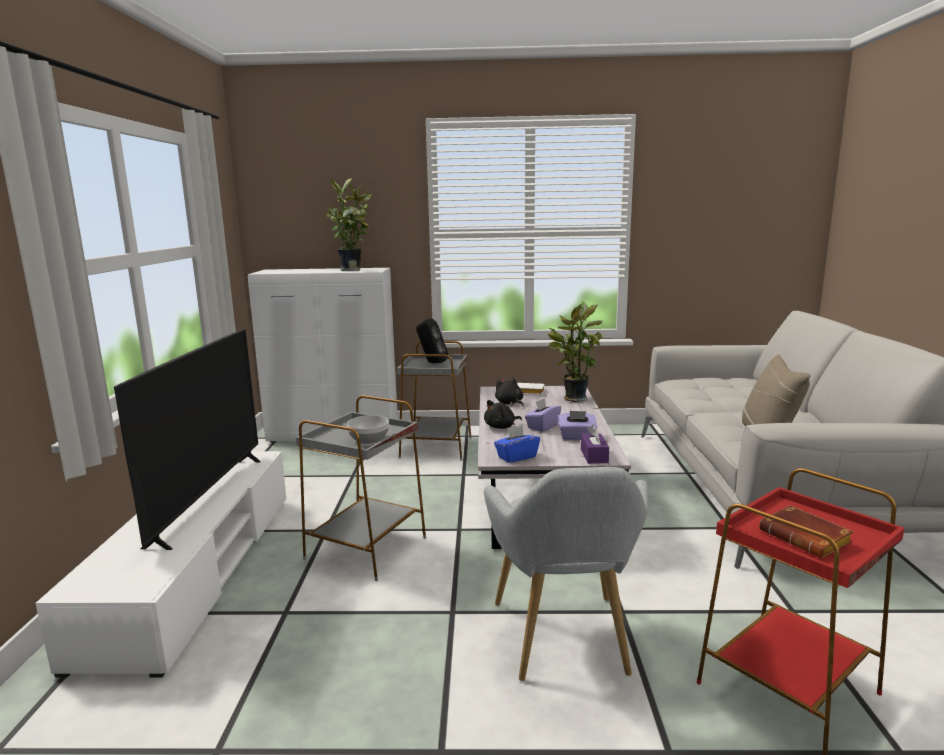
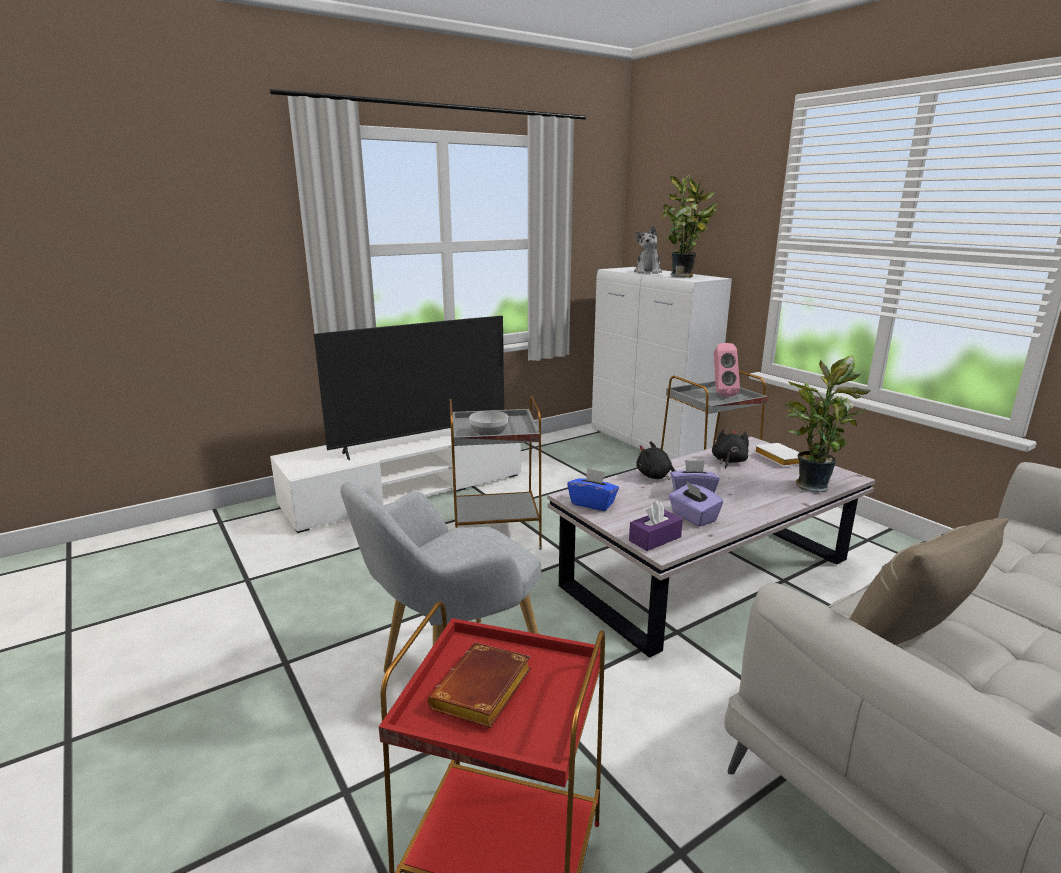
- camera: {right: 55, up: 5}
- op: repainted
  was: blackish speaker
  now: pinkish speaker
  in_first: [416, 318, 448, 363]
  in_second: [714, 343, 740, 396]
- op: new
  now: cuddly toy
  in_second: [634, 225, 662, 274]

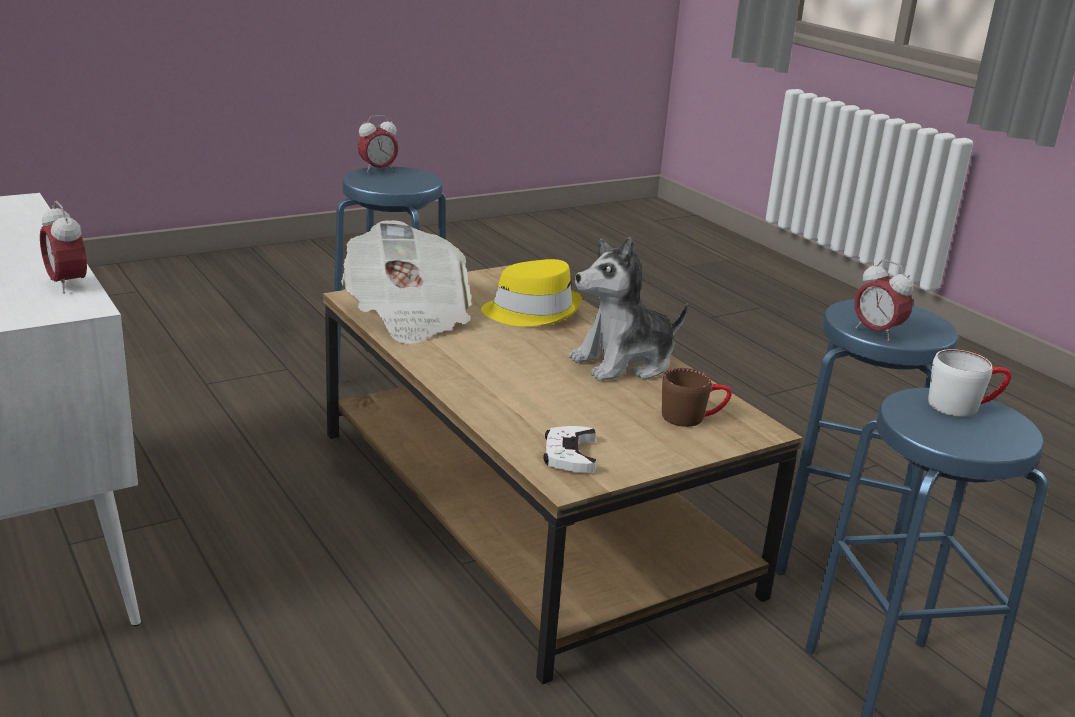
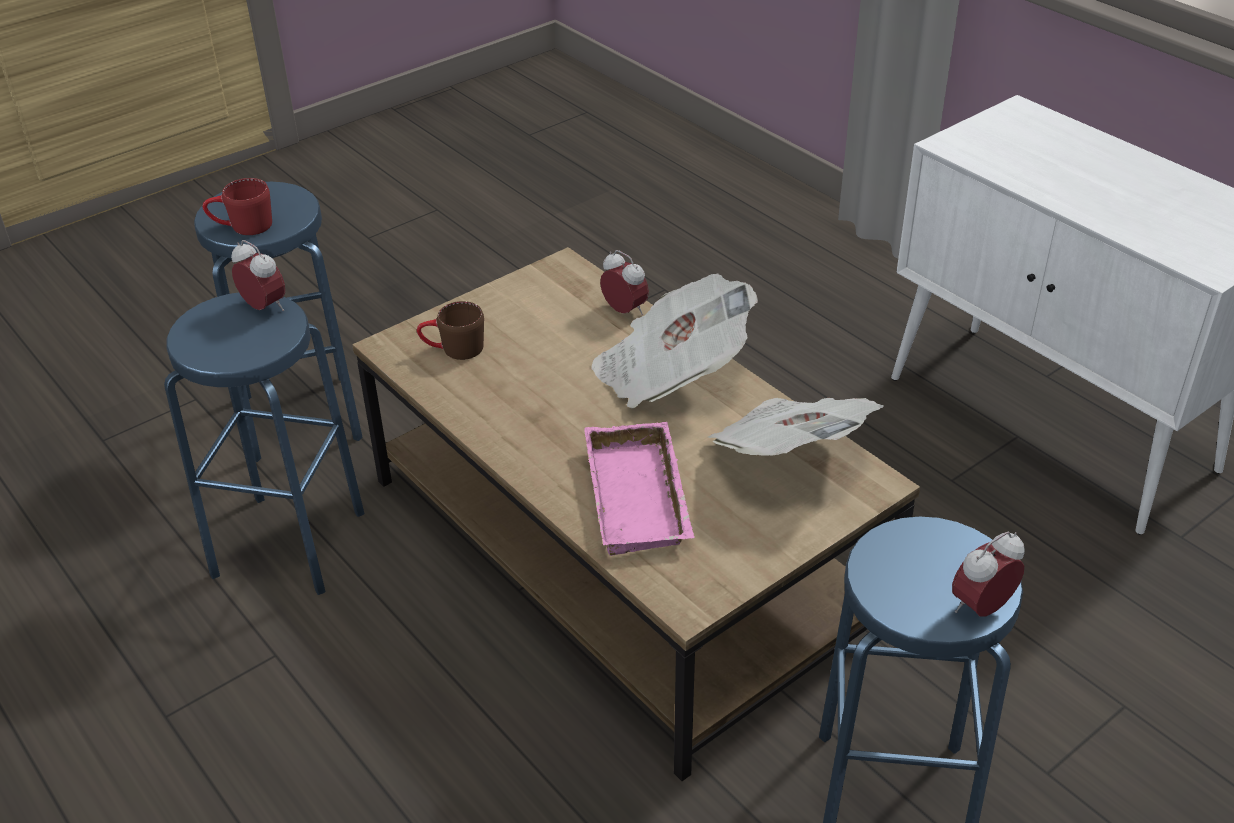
- camera: {right: 175, up: 15}
- op: shifted
  was: bedside clock
  in_first: [40, 201, 87, 294]
  in_second: [600, 250, 649, 315]
- op: swapped
  was: yellow-coloured hat
  now: pinkish tray
  in_first: [481, 259, 582, 326]
  in_second: [584, 422, 694, 556]
- op: gone
  was: whitish game controller
  in_first: [543, 426, 596, 473]
- op: gone
  was: cuddly toy
  in_first: [569, 237, 688, 381]
- op: repainted
  was: whitish tea mug
  now: red-coloured tea mug
  in_first: [928, 349, 1011, 417]
  in_second: [203, 178, 272, 235]
- op: new
  now: daily paper
  in_second: [591, 273, 758, 409]

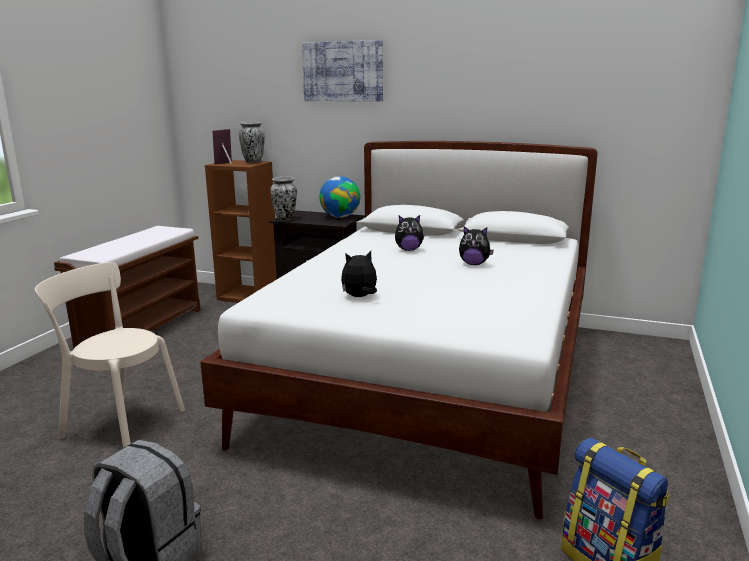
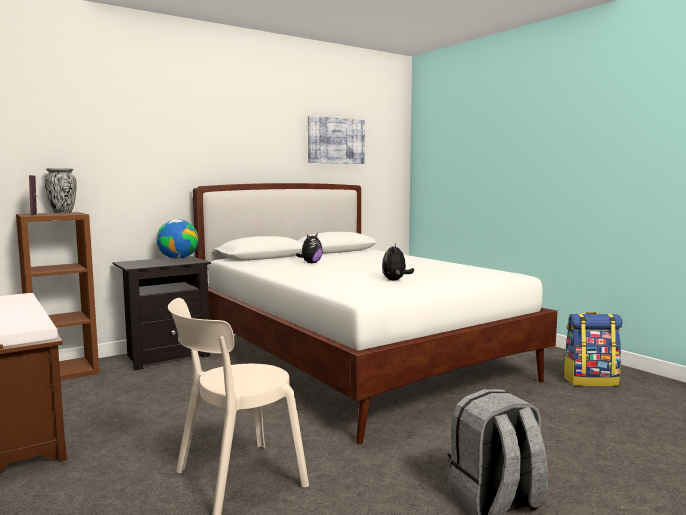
- camera: {right: -55, up: -10}
- op: gone
  was: vase
  in_first: [270, 177, 297, 221]
- op: shifted
  was: wall picture
  in_first: [302, 40, 383, 102]
  in_second: [308, 116, 365, 164]
- op: gone
  was: cuddly toy
  in_first: [459, 226, 494, 265]

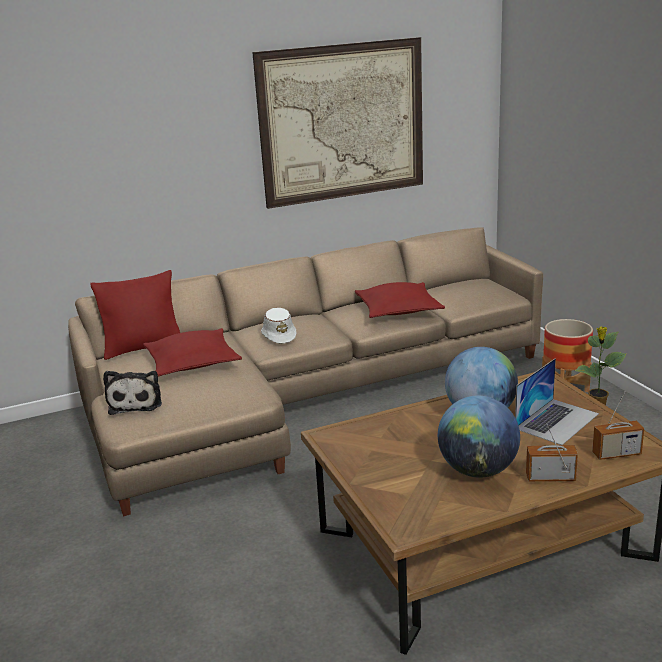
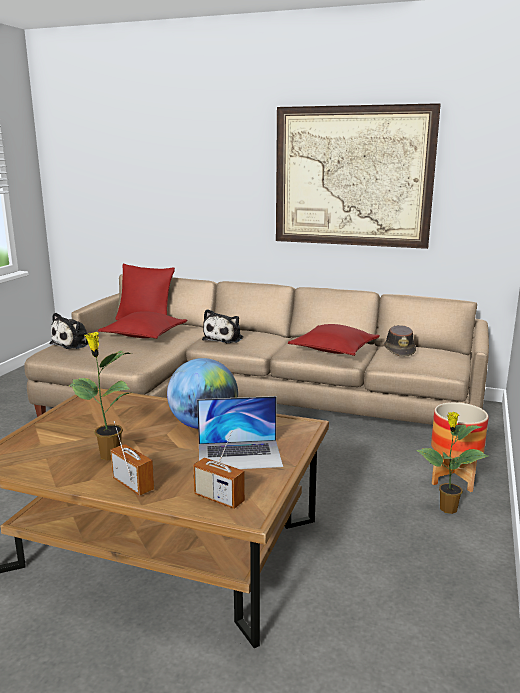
- camera: {right: 40, up: -5}
- op: swapped
  was: whitish hat
  now: cuddly toy
  in_first: [261, 308, 297, 344]
  in_second: [202, 309, 243, 343]
- op: swapped
  was: desk globe
  now: potted plant
  in_first: [438, 396, 520, 478]
  in_second: [69, 332, 133, 460]
- op: new
  now: brown hat
  in_second: [384, 325, 416, 357]

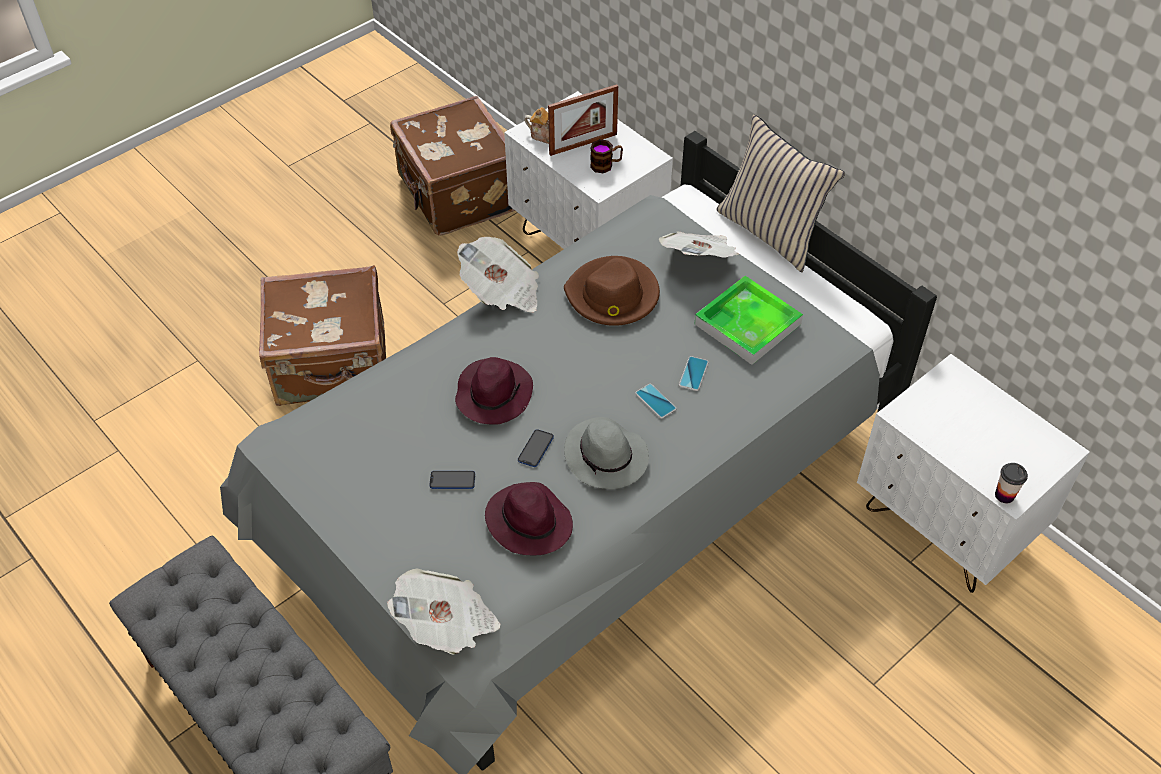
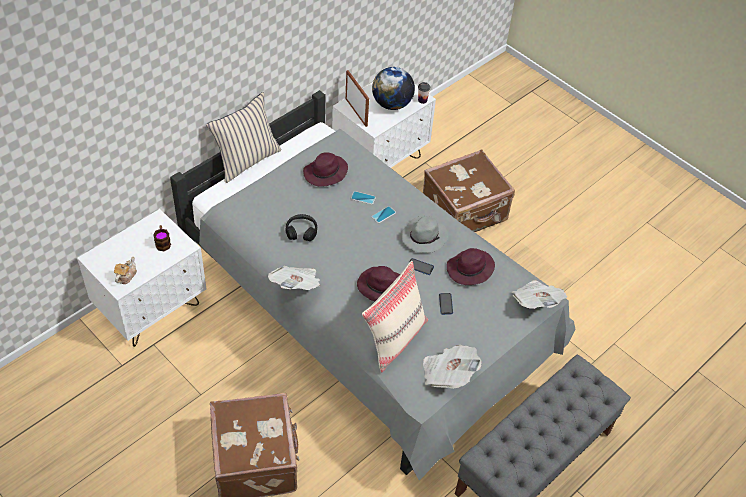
- camera: {right: -95, up: 0}
- op: shifted
  was: brown piece of luggage
  in_first: [390, 96, 515, 236]
  in_second: [423, 149, 515, 232]
- op: shifted
  was: picture frame
  in_first: [548, 84, 618, 156]
  in_second: [345, 70, 369, 127]
- op: swapped
  was: brown hat
  now: blackish pair of headphones
  in_first: [564, 256, 660, 326]
  in_second: [285, 214, 317, 241]
- op: shifted
  was: daily paper
  in_first: [659, 231, 739, 258]
  in_second: [423, 345, 482, 389]
- op: swapped
  was: tray
  now: purple hat
  in_first: [695, 276, 803, 365]
  in_second: [303, 153, 348, 187]
- op: new
  now: sand-coloured cushion
  in_second: [362, 261, 428, 372]
- op: new
  now: desk globe
  in_second: [372, 67, 415, 110]

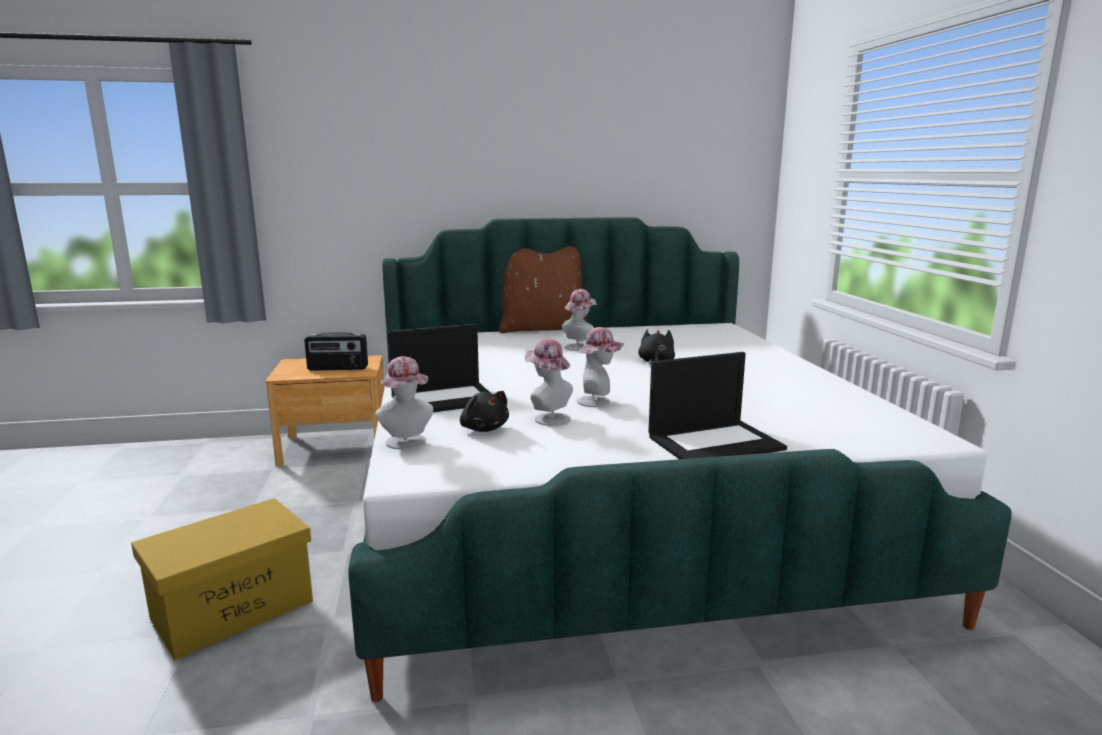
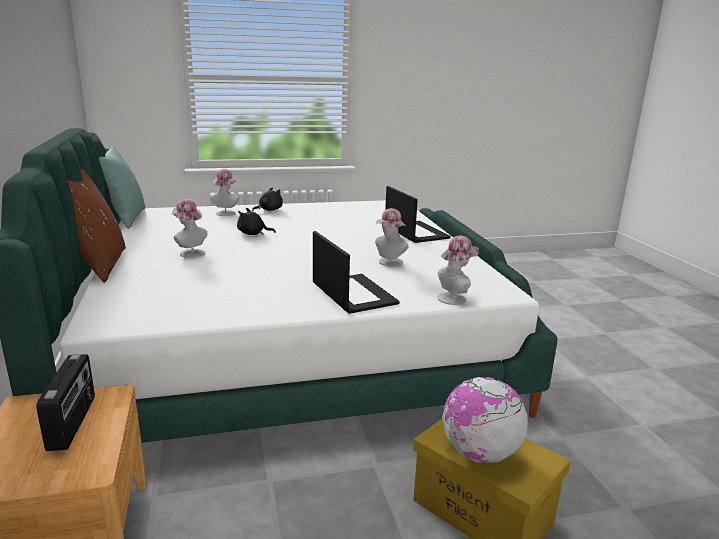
- camera: {right: -95, up: 5}
- op: shifted
  was: blackish cuddly toy
  in_first: [460, 391, 509, 432]
  in_second: [252, 187, 283, 211]
- op: shifted
  was: hat
  in_first: [577, 327, 624, 407]
  in_second: [211, 169, 239, 216]
- op: new
  now: turquoise-coloured cushion
  in_second: [99, 145, 145, 229]
- op: new
  now: desk globe
  in_second: [442, 377, 528, 463]

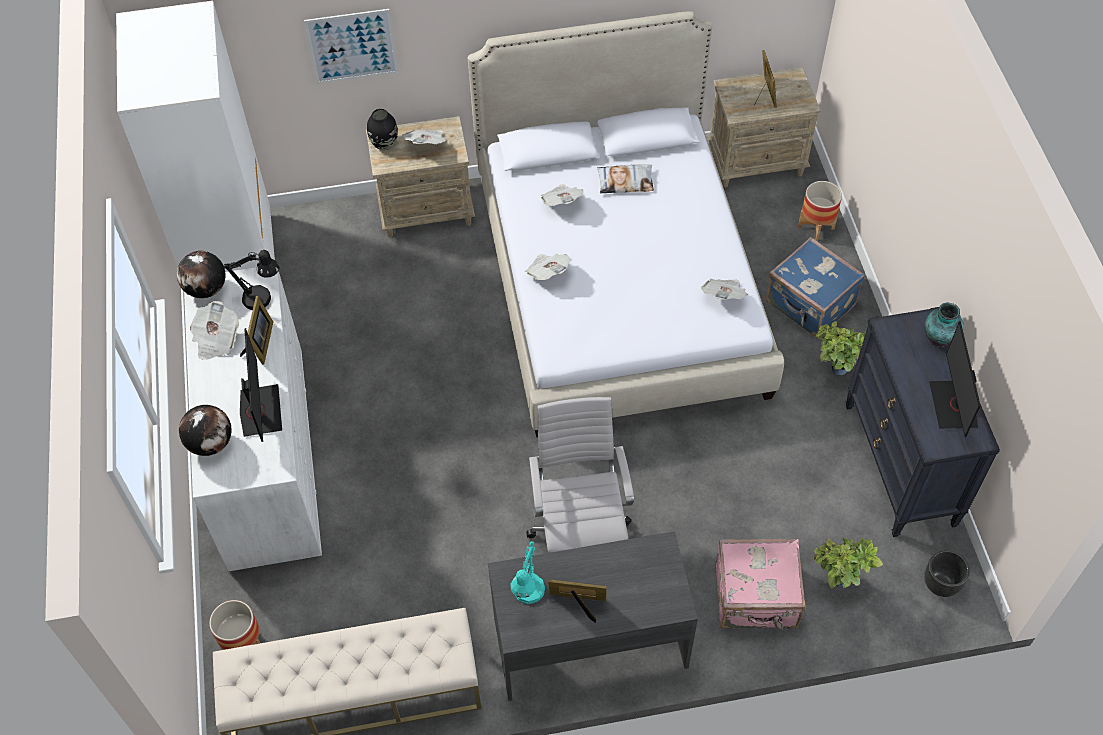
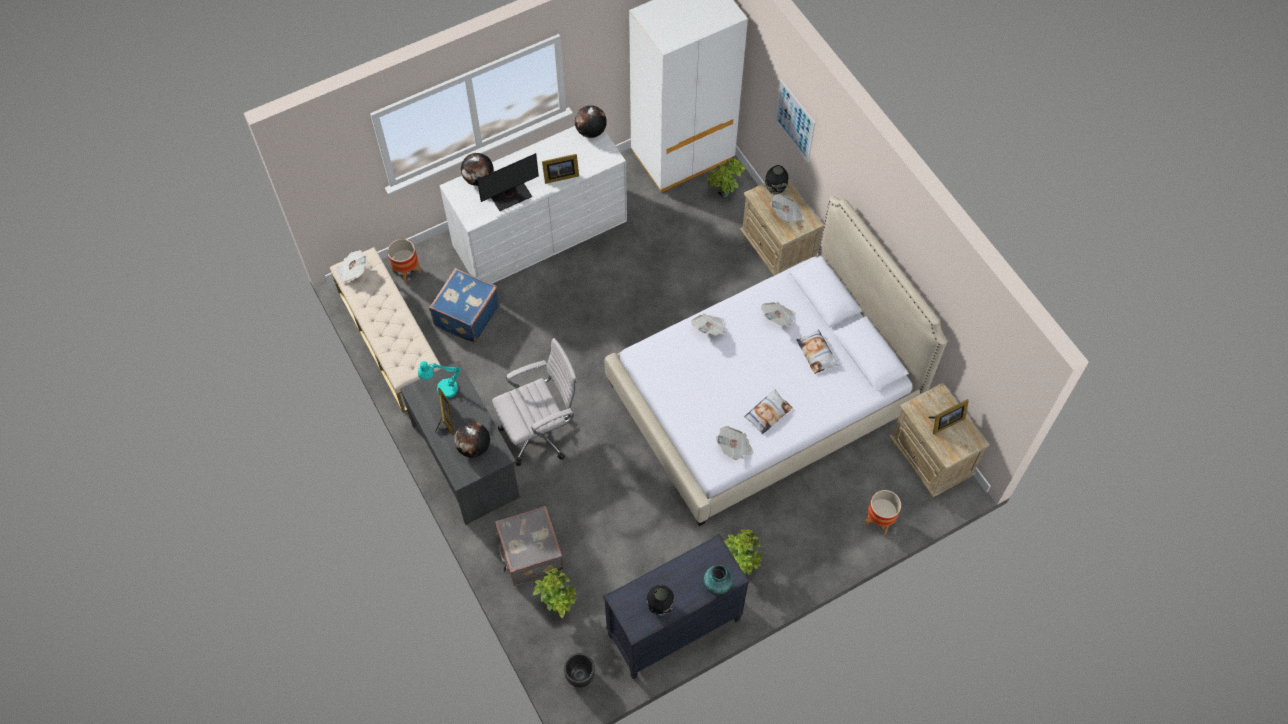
- camera: {right: 70, up: 5}
- op: shifted
  was: daily paper
  in_first: [190, 301, 239, 360]
  in_second: [335, 250, 368, 283]
- op: gone
  was: blackish table lamp
  in_first: [224, 250, 279, 310]
- op: repainted
  was: pinkish piece of luggage
  now: greyish piece of luggage
  in_first: [716, 539, 806, 630]
  in_second: [495, 506, 564, 586]
- op: shifted
  was: bluish piece of luggage
  in_first: [766, 237, 865, 338]
  in_second: [429, 268, 500, 343]
- op: swapped
  was: computer display
  now: blackish vase
  in_first: [929, 321, 981, 437]
  in_second: [647, 585, 675, 616]
- op: new
  now: desk globe
  in_second: [454, 422, 490, 458]
- op: new
  now: potted plant
  in_second: [706, 158, 746, 197]
- op: new
  now: cushion
  in_second: [744, 389, 793, 434]

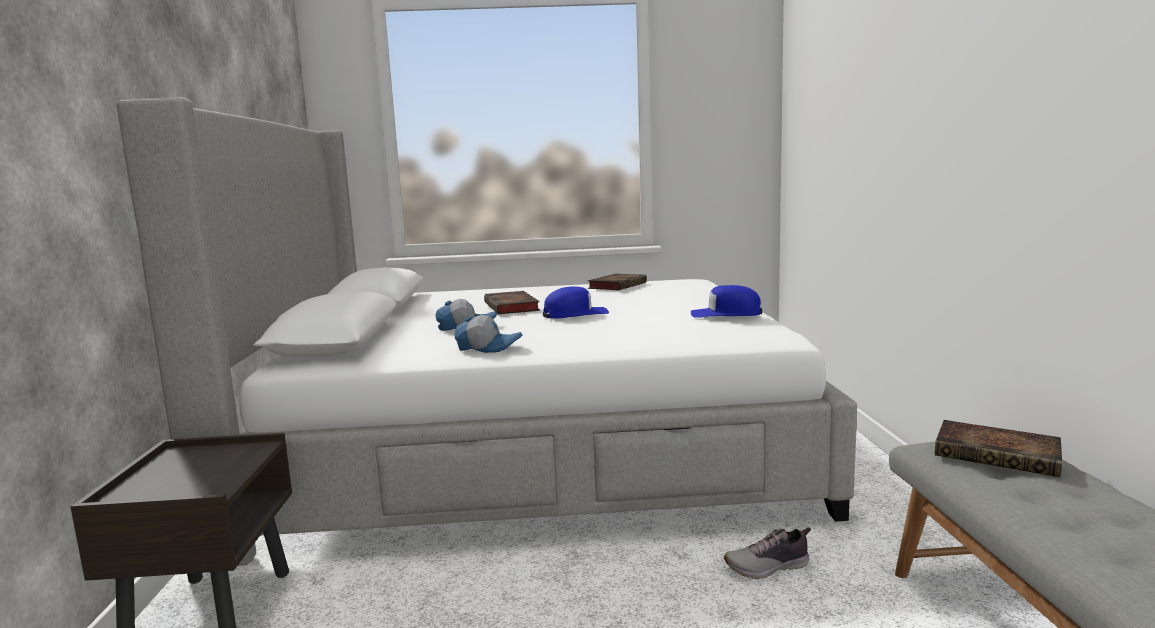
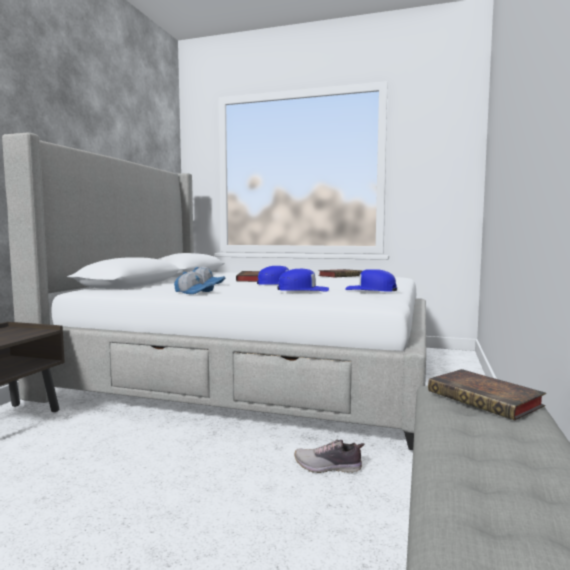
- camera: {right: 20, up: -5}
- op: new
  now: bluish cap
  in_second: [277, 269, 329, 292]

